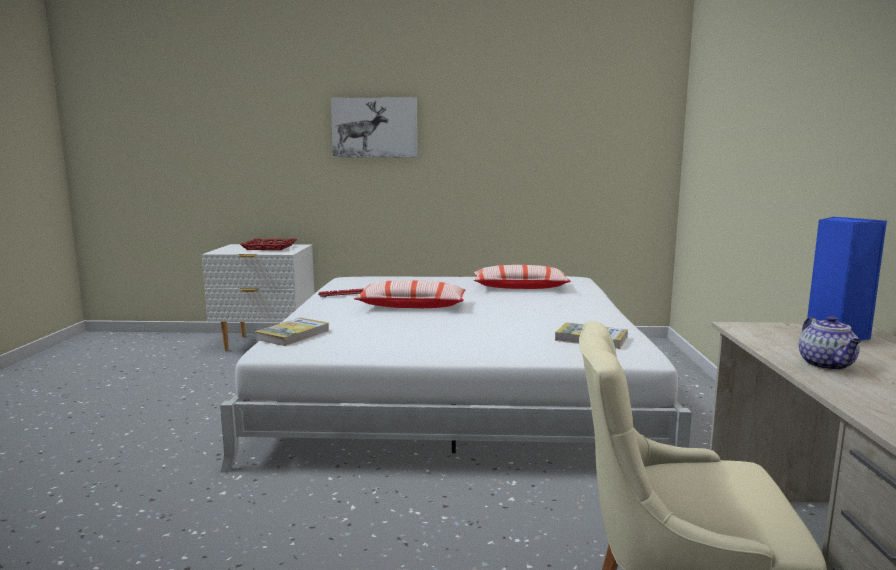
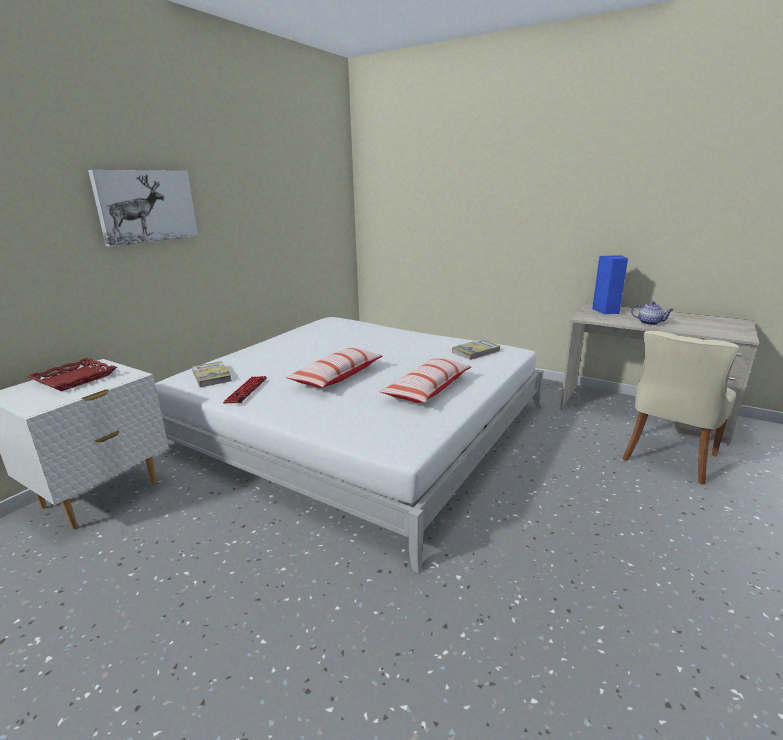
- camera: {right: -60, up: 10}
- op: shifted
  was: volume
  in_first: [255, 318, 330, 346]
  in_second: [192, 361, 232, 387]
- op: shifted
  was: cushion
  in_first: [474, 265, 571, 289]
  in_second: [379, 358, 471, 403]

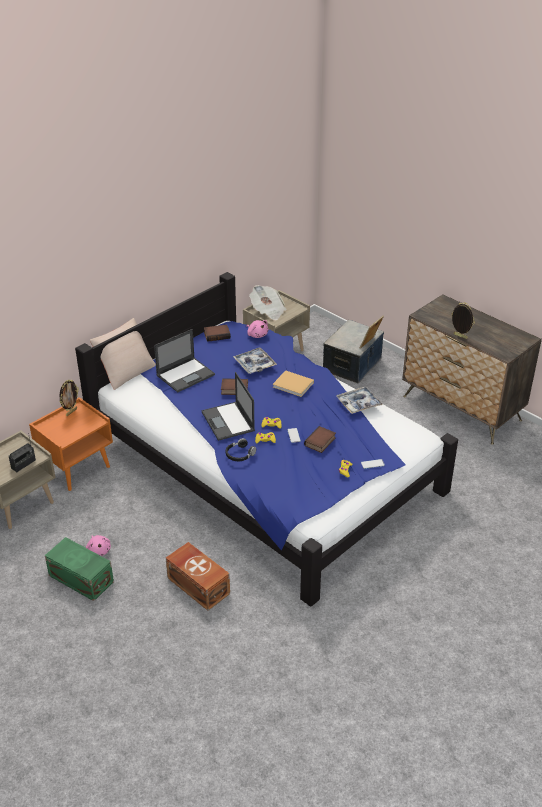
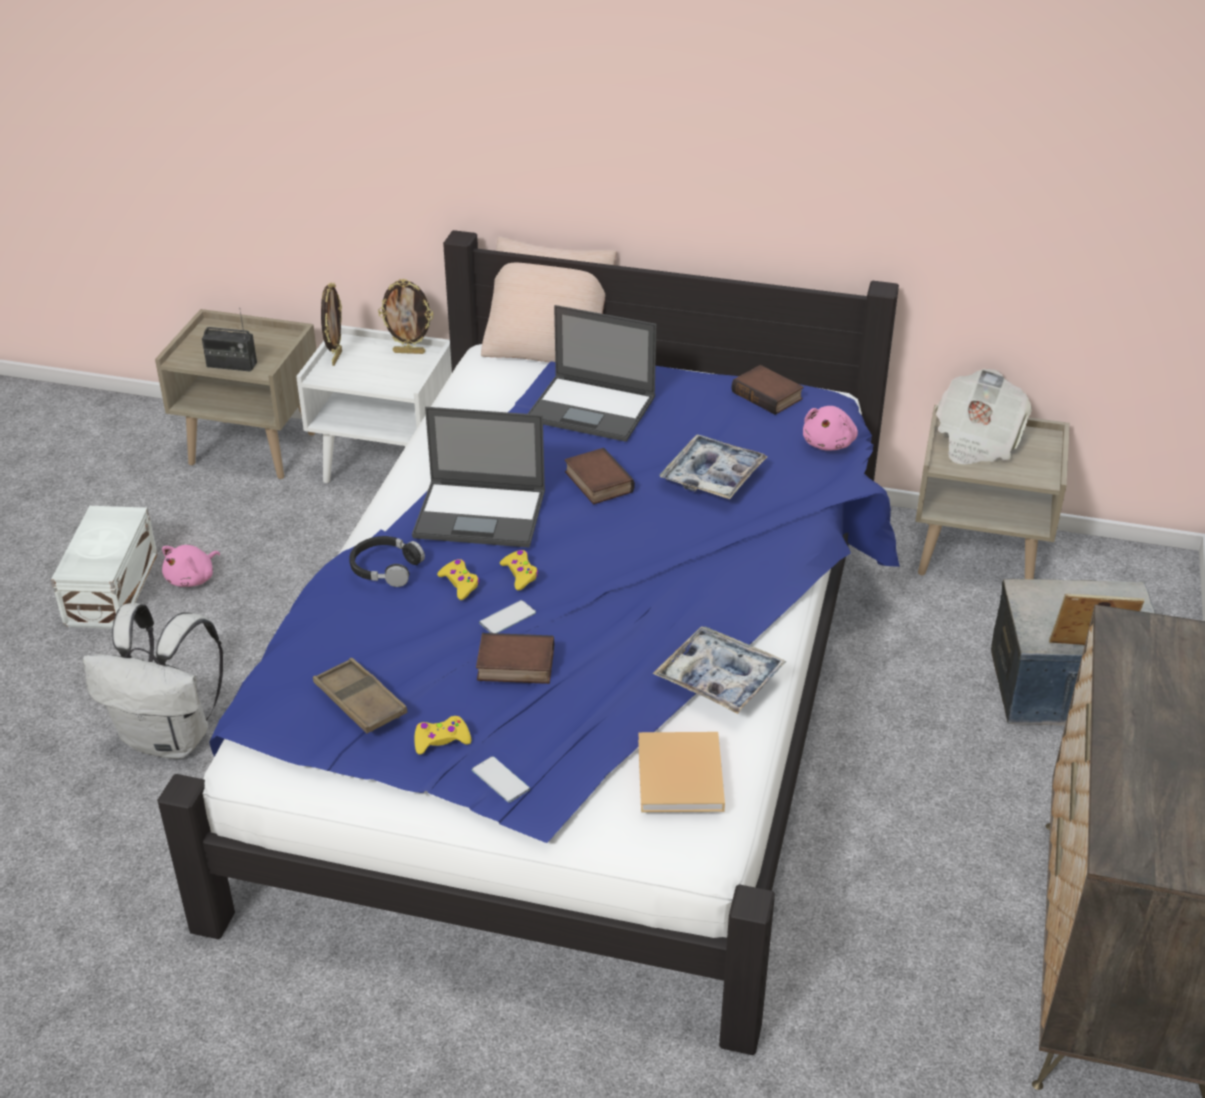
- camera: {right: 60, up: 0}
- op: repainted
  was: orangey bedside table
  now: whitish bedside table
  in_first: [29, 397, 113, 491]
  in_second: [296, 325, 452, 483]
- op: repainted
  was: greenish storage box
  now: whitish storage box
  in_first: [45, 537, 114, 601]
  in_second: [51, 506, 157, 629]
- op: swapped
  was: brown storage box
  now: whitish knapsack
  in_first: [166, 542, 230, 610]
  in_second: [83, 603, 223, 759]
- op: rotated
  was: notebook computer
  in_first: [202, 372, 255, 441]
  in_second: [412, 407, 545, 548]
  clockwise: -120
- op: shifted
  was: sand-coloured volume
  in_first: [273, 370, 314, 397]
  in_second: [638, 732, 725, 812]
- op: shifted
  was: picture frame
  in_first: [452, 302, 475, 339]
  in_second: [321, 283, 342, 366]
- op: new
  now: brown tray
  in_second: [313, 658, 408, 733]

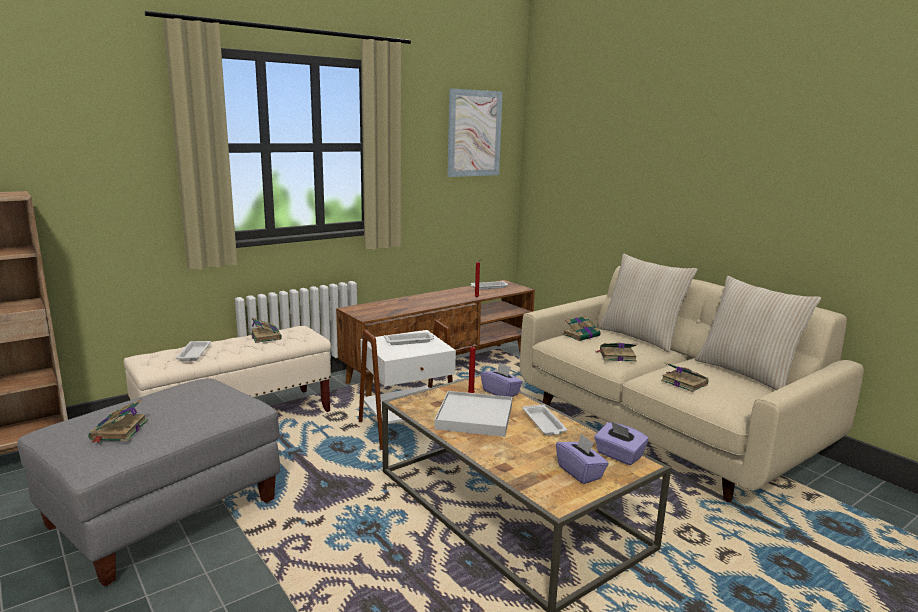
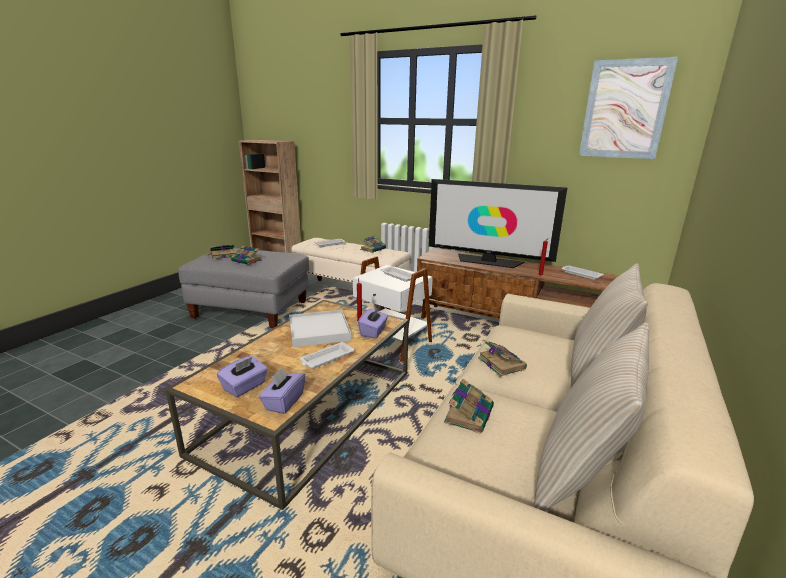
- camera: {right: 65, up: 5}
- op: shifted
  was: volume
  in_first: [562, 315, 601, 341]
  in_second: [231, 246, 262, 265]
- op: new
  now: television
  in_second: [429, 179, 568, 268]

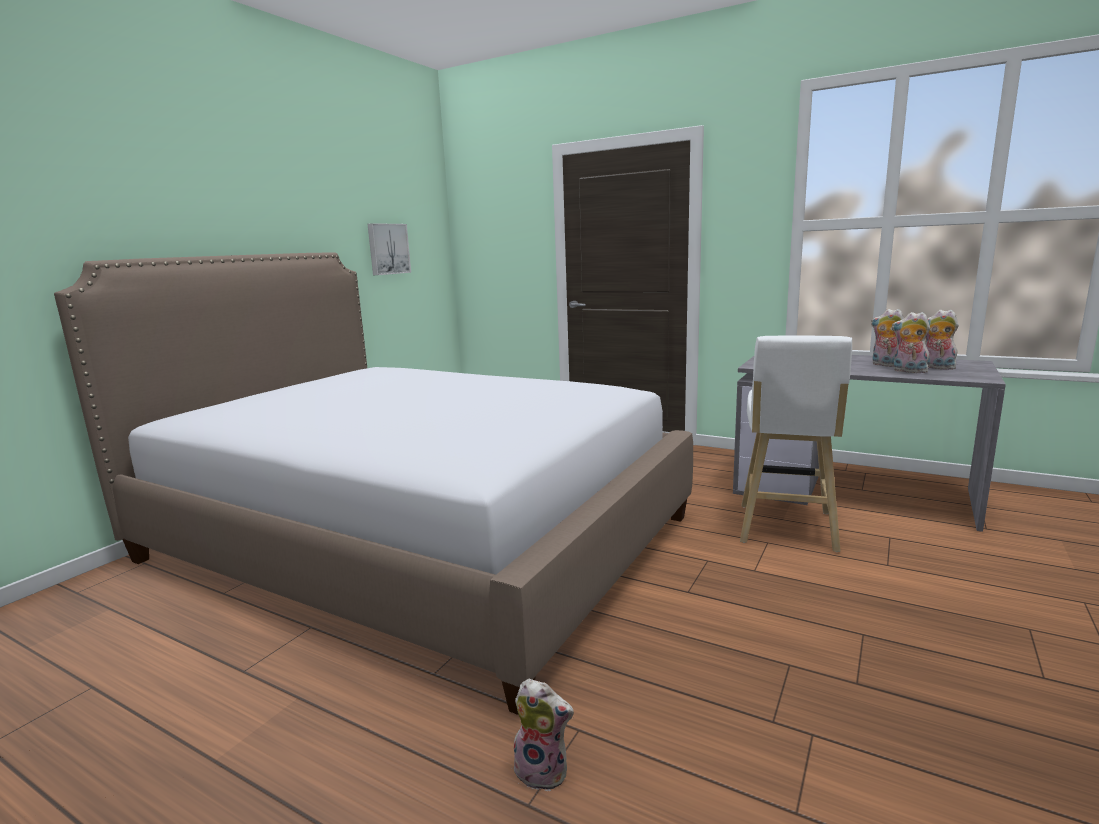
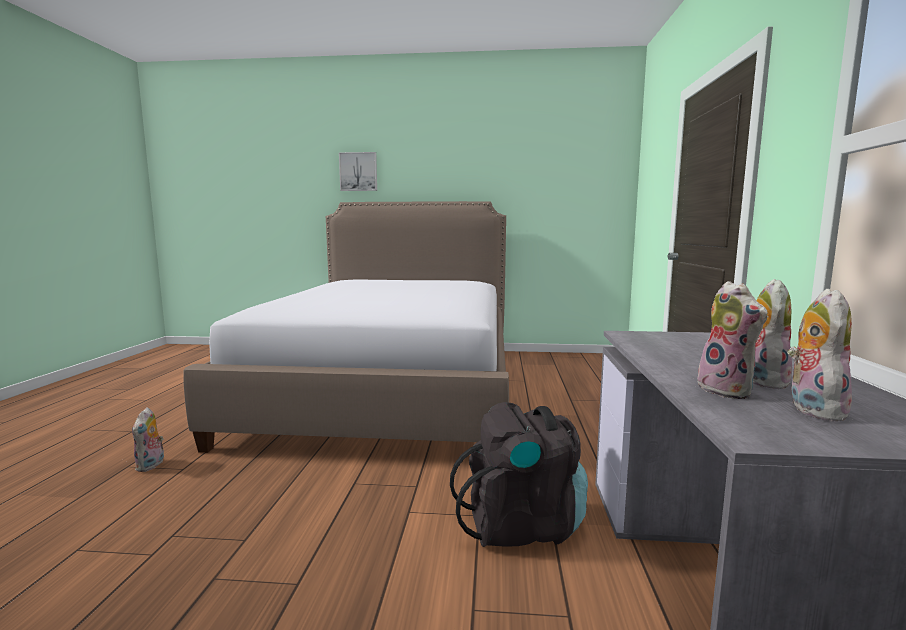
- camera: {right: 65, up: -5}
- op: shifted
  was: wall picture
  in_first: [368, 223, 411, 275]
  in_second: [339, 152, 377, 191]
- op: swapped
  was: whitish stool
  now: blackish knapsack
  in_first: [740, 335, 852, 552]
  in_second: [450, 402, 588, 547]
- op: rotated
  was: cuddly toy
  in_first: [892, 312, 930, 374]
  in_second: [691, 281, 767, 399]
  clockwise: 150

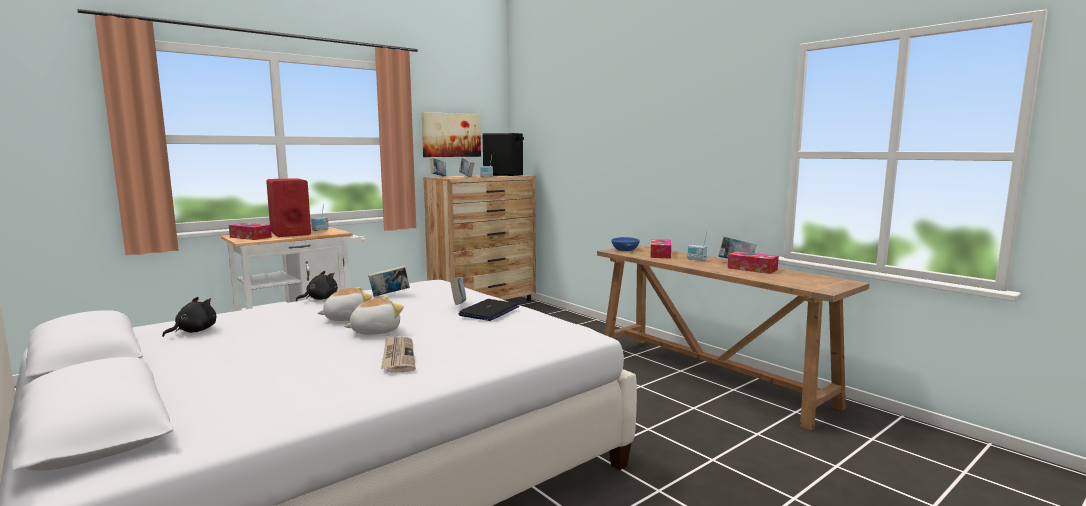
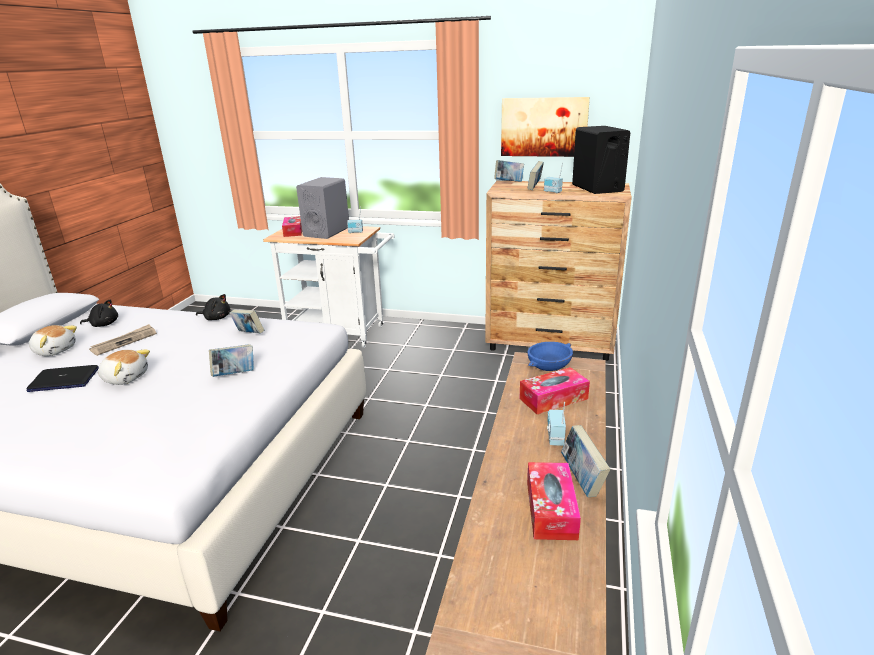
- camera: {right: 55, up: 15}
- op: repainted
  was: red-coloured speaker
  now: greyish speaker
  in_first: [266, 178, 311, 237]
  in_second: [296, 177, 349, 239]
- op: shifted
  was: cuddly toy
  in_first: [317, 287, 372, 321]
  in_second: [29, 325, 77, 356]
- op: shifted
  was: daily paper
  in_first: [381, 336, 415, 373]
  in_second: [89, 324, 157, 356]
- op: shifted
  was: notebook computer
  in_first: [459, 299, 519, 321]
  in_second: [26, 365, 99, 392]

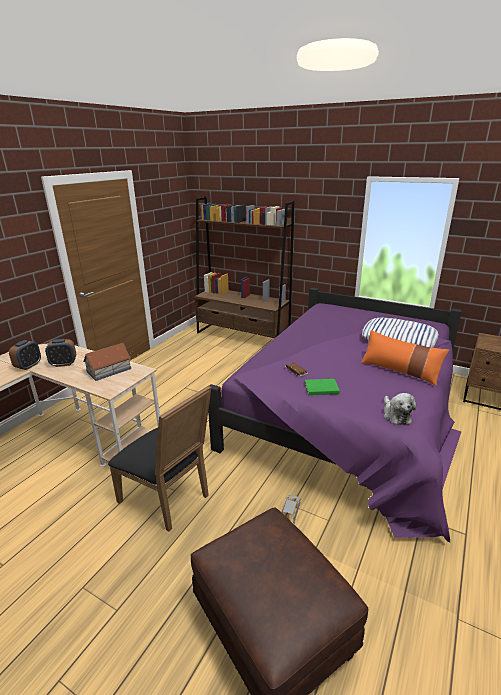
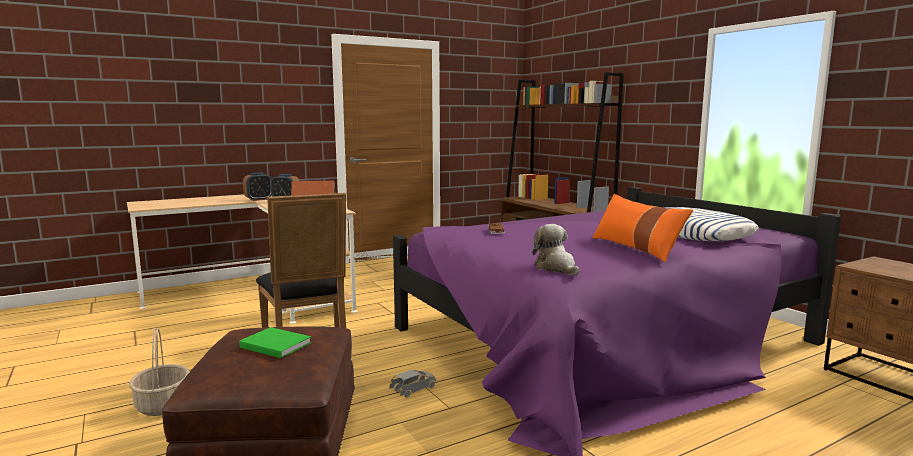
- camera: {right: 30, up: -15}
- op: shifted
  was: greenish volume
  in_first: [305, 379, 340, 395]
  in_second: [239, 327, 311, 358]
- op: rotated
  was: cuddly toy
  in_first: [384, 393, 416, 425]
  in_second: [533, 224, 579, 276]
  clockwise: 135
- op: new
  now: household basket
  in_second: [129, 328, 189, 416]

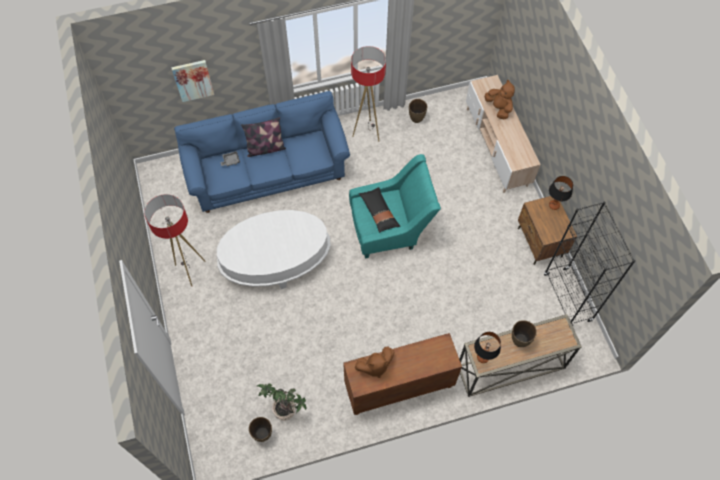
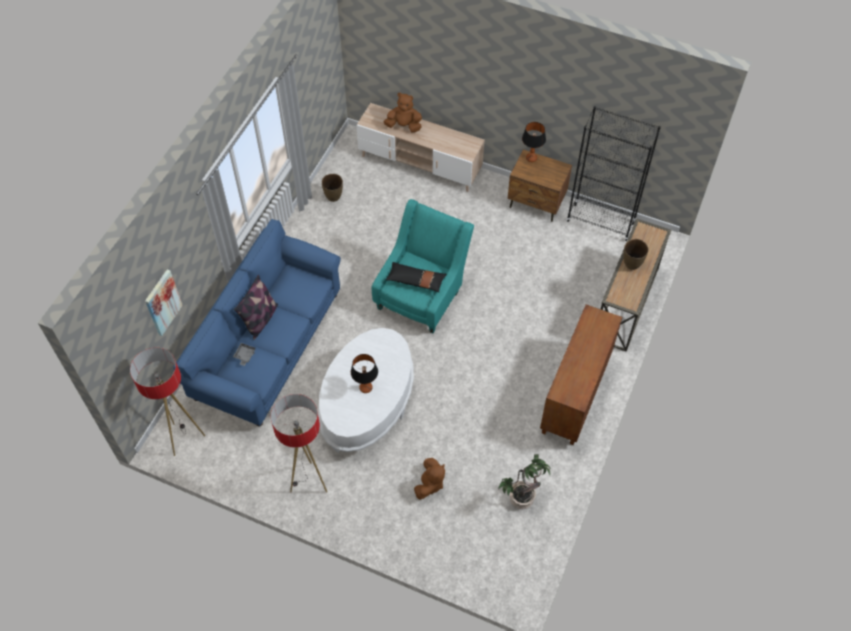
- camera: {right: -50, up: -5}
- op: gone
  was: brown vase
  in_first: [249, 417, 272, 442]
- op: shifted
  was: standing lamp
  in_first: [351, 46, 386, 141]
  in_second: [130, 347, 205, 456]
- op: shifted
  was: brown cuddly toy
  in_first: [355, 347, 394, 378]
  in_second: [414, 458, 445, 499]
- op: shifted
  was: table lamp
  in_first: [474, 332, 501, 363]
  in_second: [351, 354, 378, 393]

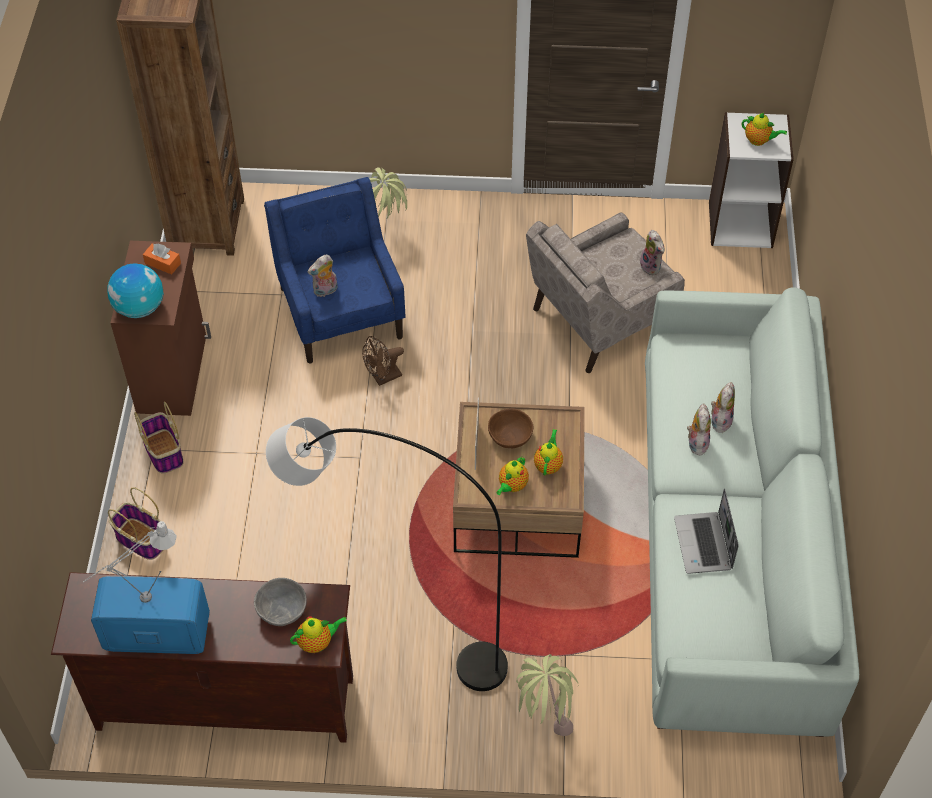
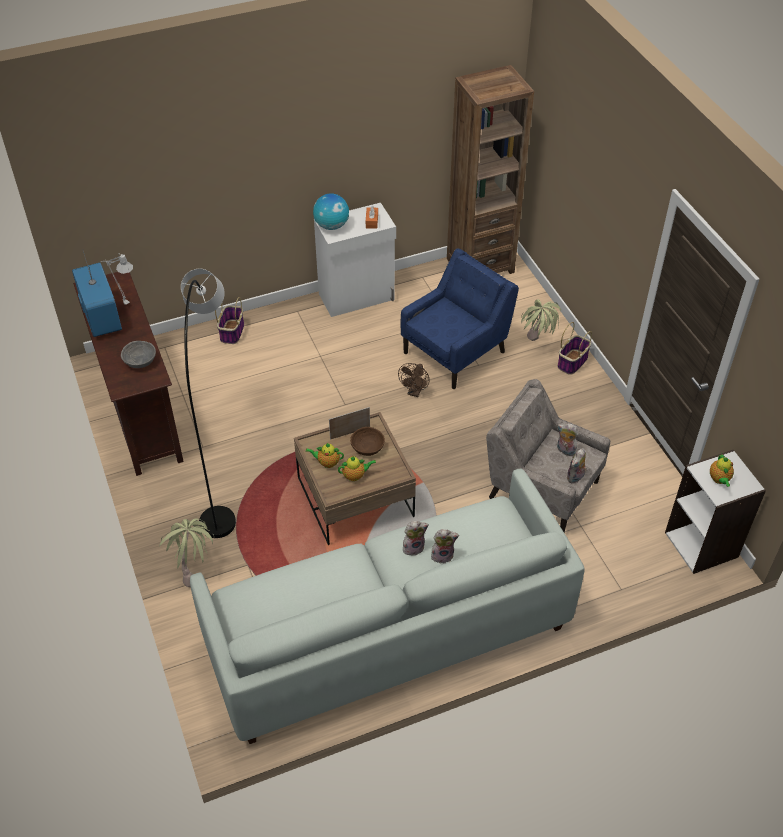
- camera: {right: 65, up: -5}
- op: repainted
  was: brown storage cabinet
  now: whitish storage cabinet
  in_first: [110, 241, 211, 416]
  in_second: [314, 203, 396, 317]
- op: shifted
  was: household basket
  in_first: [134, 402, 184, 474]
  in_second: [557, 322, 592, 375]
- op: gone
  was: pot for tea
  in_first: [290, 616, 347, 653]
- op: shifted
  was: cuddly toy
  in_first: [308, 255, 337, 298]
  in_second: [557, 423, 578, 456]
- op: rotated
  was: brown electric fan
  in_first: [362, 336, 404, 386]
  in_second: [398, 363, 429, 397]
  clockwise: -105
- op: gone
  was: notebook computer
  in_first: [674, 489, 739, 574]

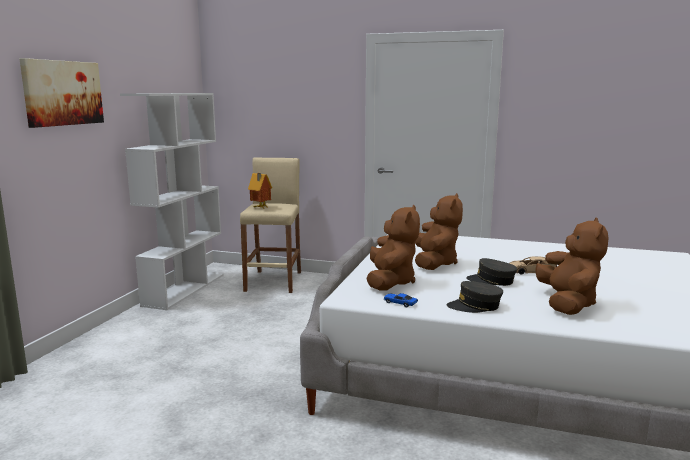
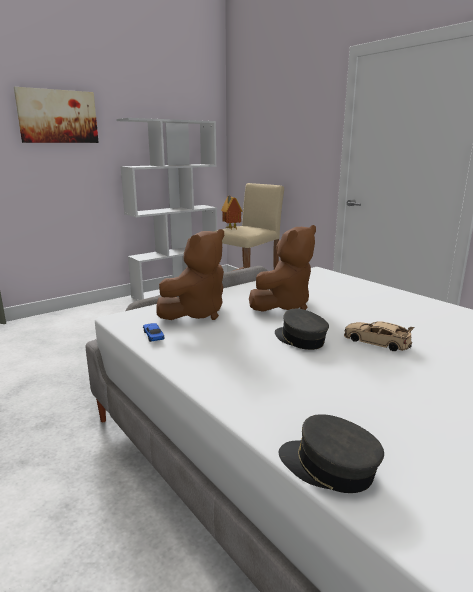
- camera: {right: 35, up: 5}
- op: shifted
  was: greyish cap
  in_first: [447, 281, 503, 313]
  in_second: [279, 414, 384, 493]
- op: gone
  was: brown cuddly toy
  in_first: [535, 218, 609, 315]

